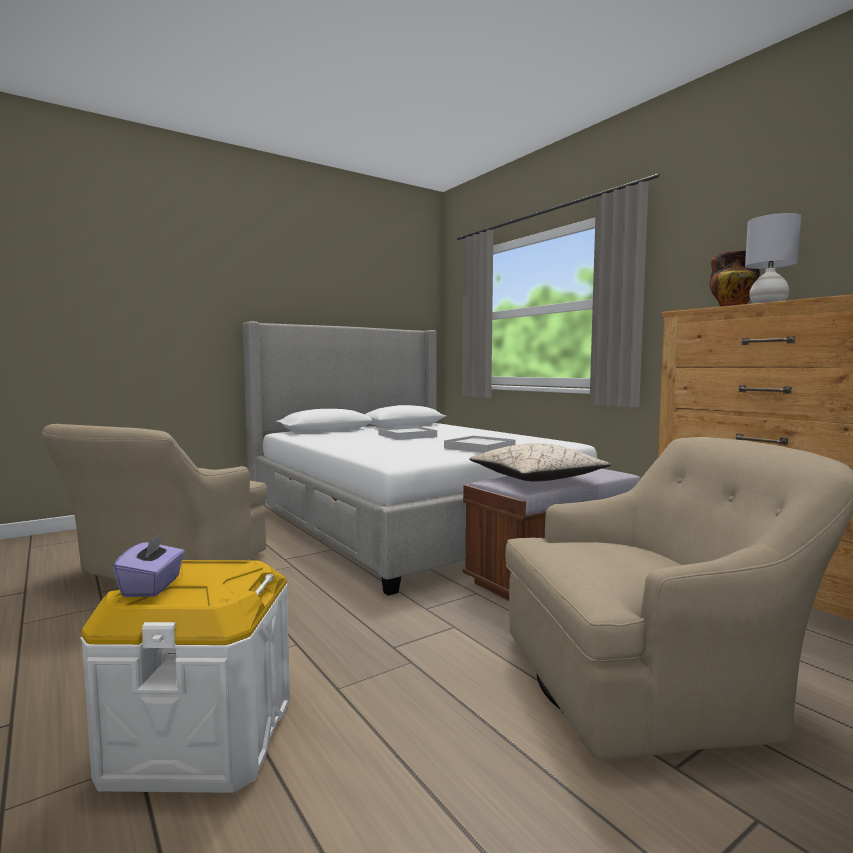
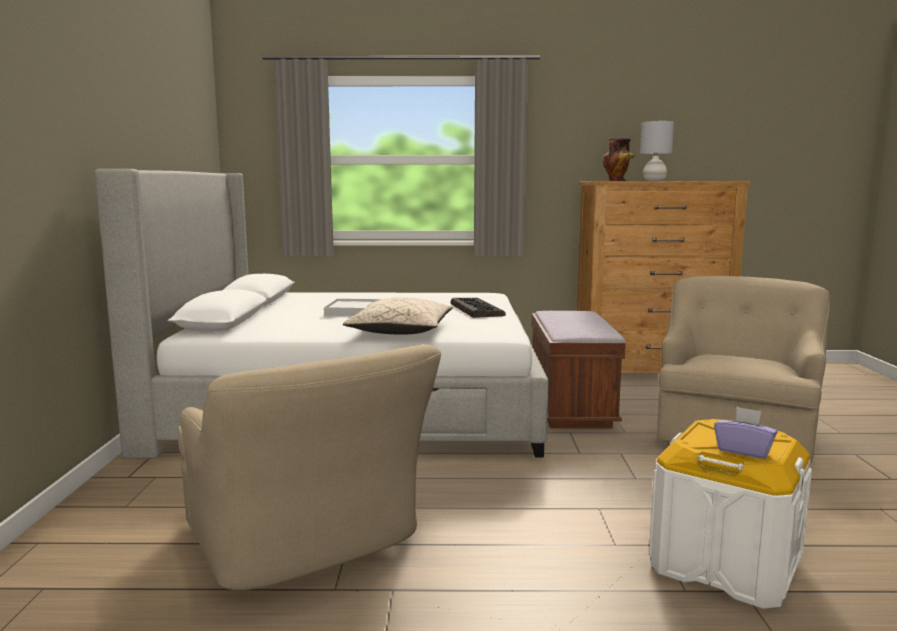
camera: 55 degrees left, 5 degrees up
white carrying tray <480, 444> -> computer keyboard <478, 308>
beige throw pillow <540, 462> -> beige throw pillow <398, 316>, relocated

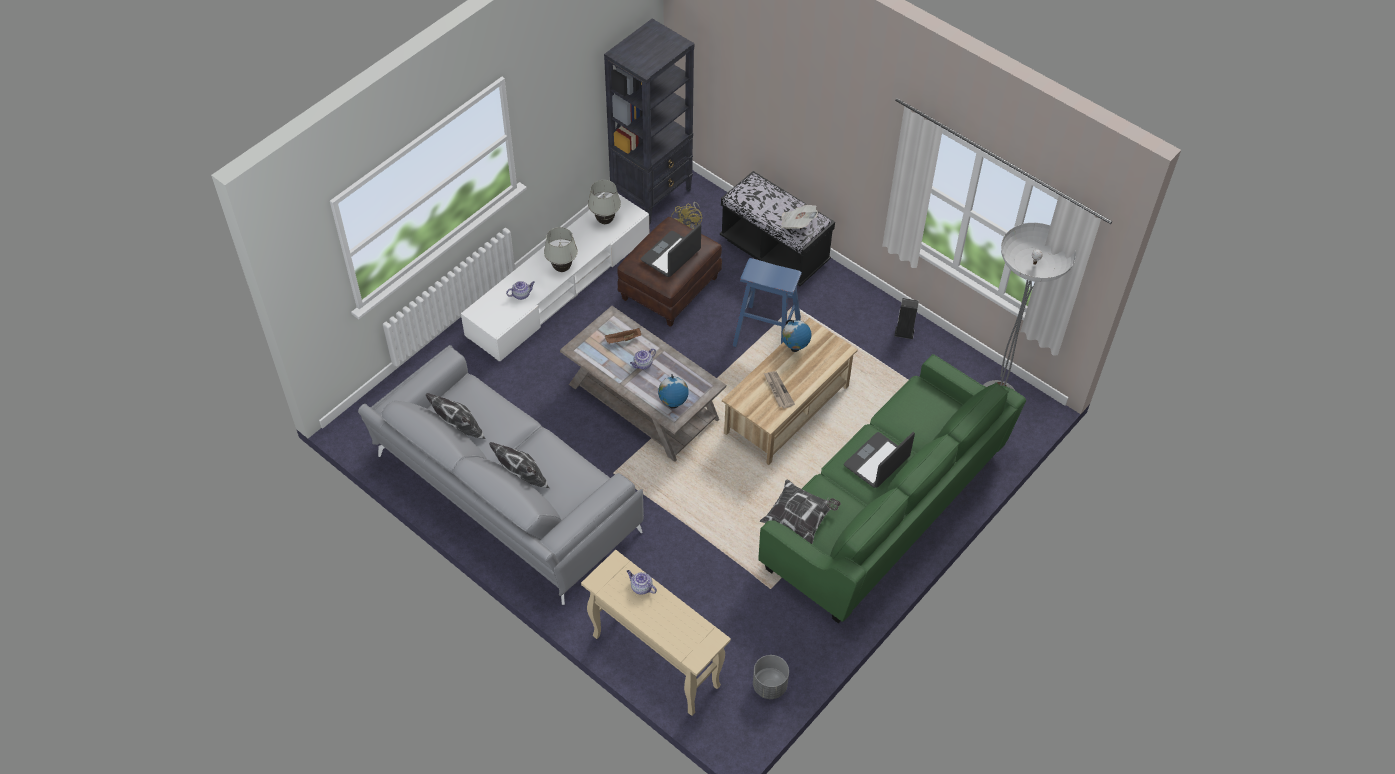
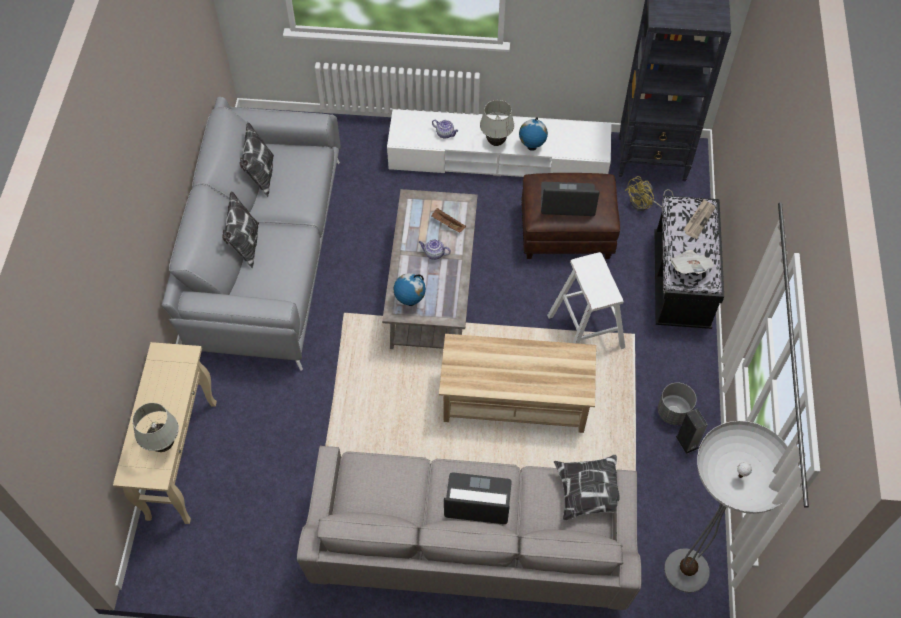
camera: 55 degrees right, 5 degrees up
white lamp for a table <604, 202> -> white lamp for a table <156, 427>, relocated
tea pot <642, 582> -> none
blue sitting stool <767, 302> -> white sitting stool <586, 300>
greyish flower pot <771, 677> -> greyish flower pot <677, 404>, relocated
greenish couch <892, 488> -> greyish couch <469, 527>
throw pillow <800, 511> -> throw pillow <587, 488>, relocated
printed paper <779, 389> -> printed paper <699, 219>, relocated
world globe <797, 336> -> world globe <533, 134>, relocated

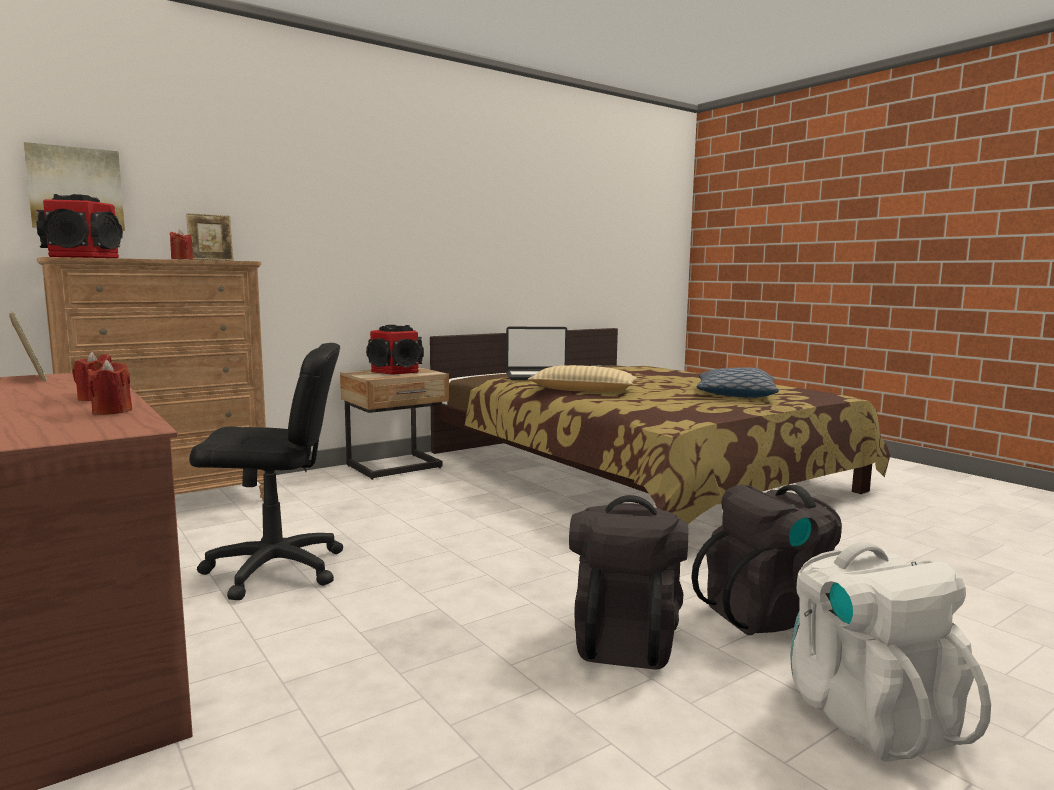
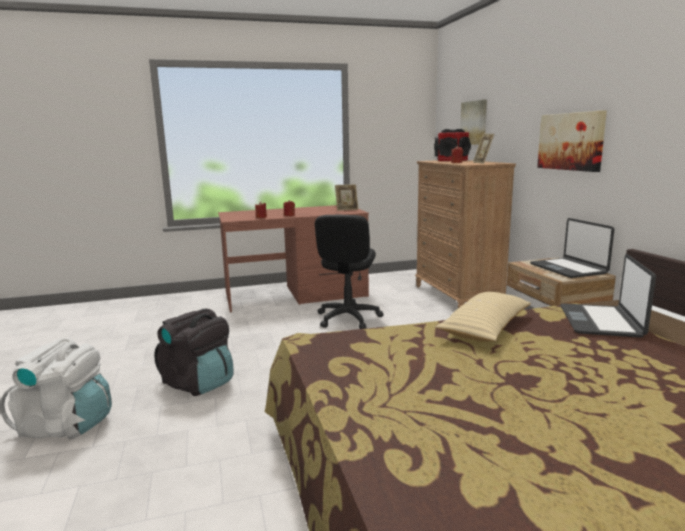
camera: 110 degrees right, 5 degrees up
speaker <395, 350> -> laptop <572, 248>
black rucksack <766, 560> -> none
throw pillow <738, 382> -> none
none -> picture <572, 141>

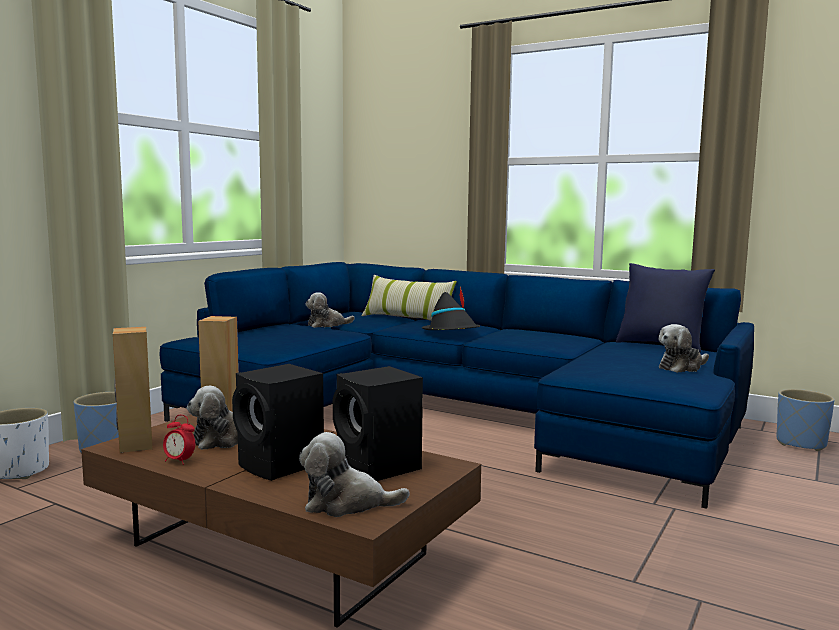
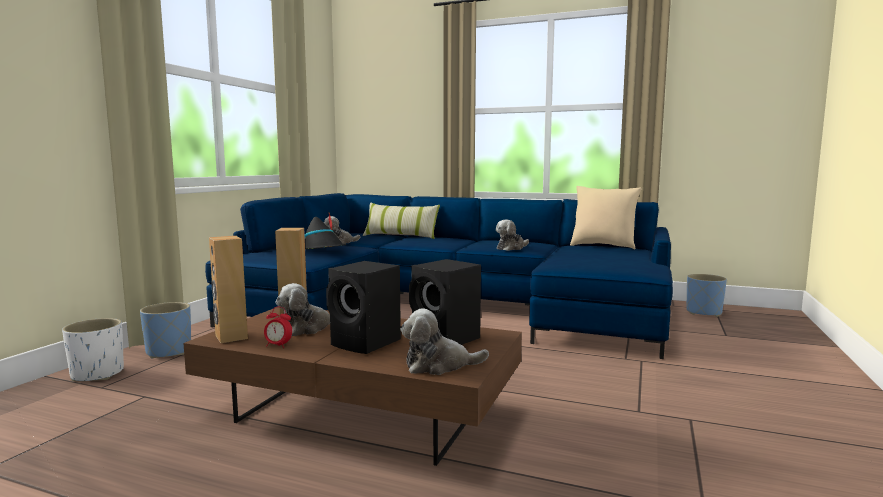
camera: 10 degrees left, 0 degrees up
black hat <451, 308> -> black hat <325, 231>, relocated
blue throw pillow <665, 308> -> beige throw pillow <606, 217>
cuddly toy <683, 348> -> cuddly toy <512, 235>, relocated

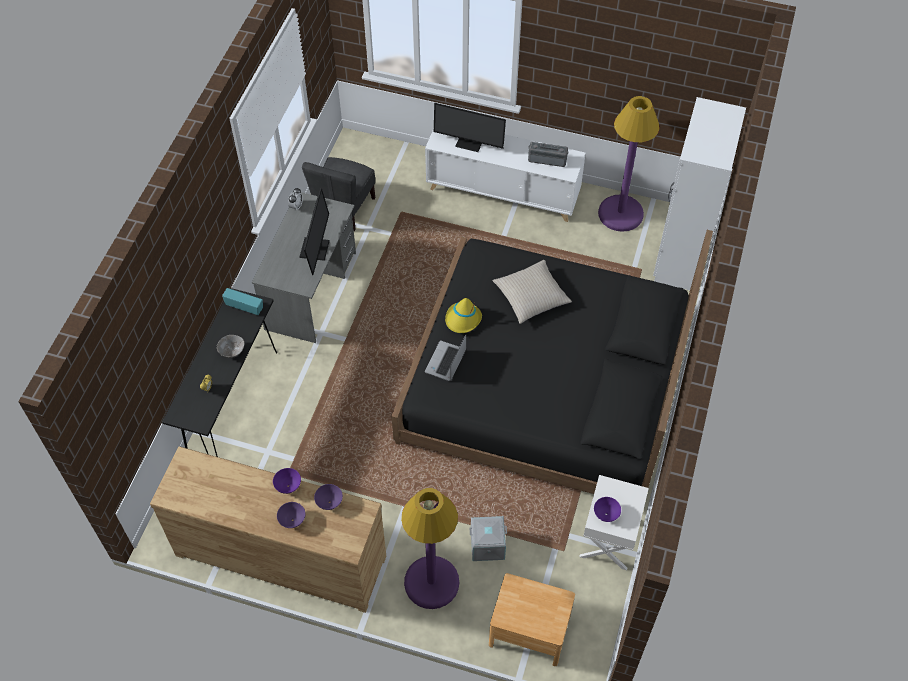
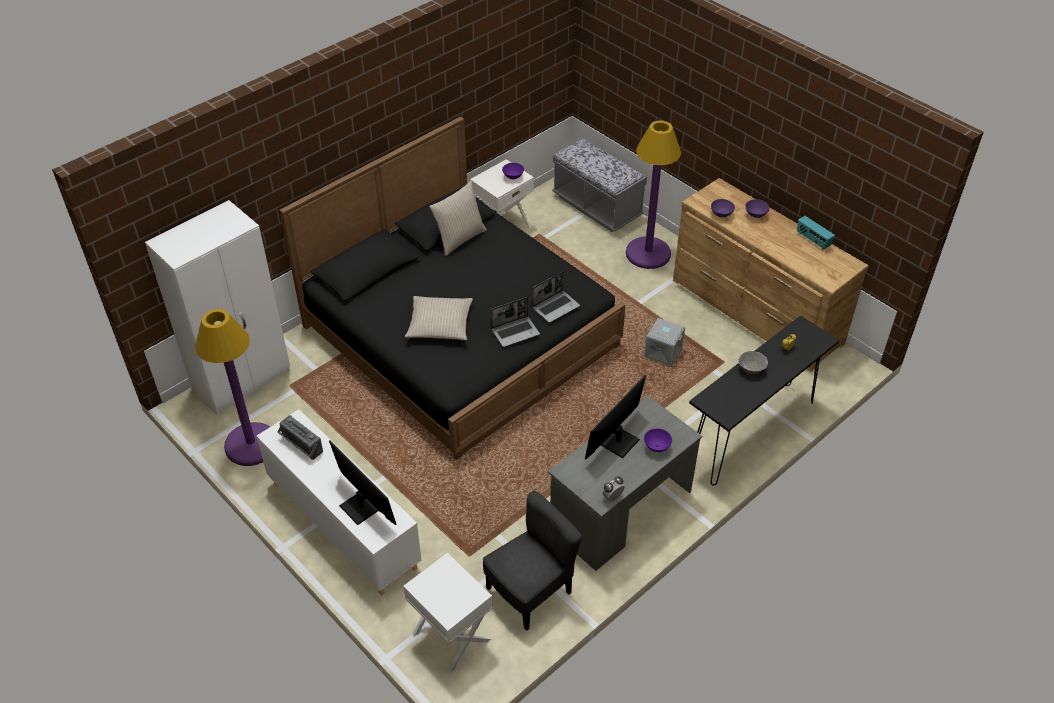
camera: 150 degrees left, 10 degrees down
radio <242, 301> -> radio <816, 233>, relocated
purple deep dish <287, 481> -> purple deep dish <658, 440>, relocated
yellow hat <463, 315> -> laptop <515, 322>
greyish storage bin <488, 538> -> greyish storage bin <664, 342>, relocated
brown-coloured night table <532, 619> -> greyish indoor bench <599, 185>
none -> white night table <448, 613>
none -> beige throw pillow <458, 218>

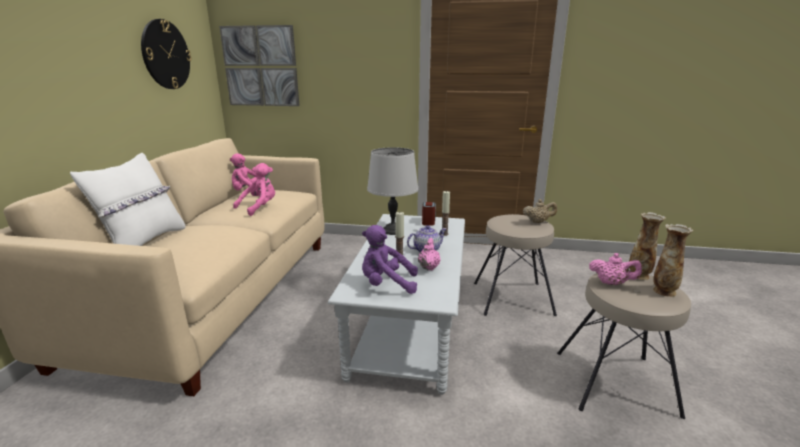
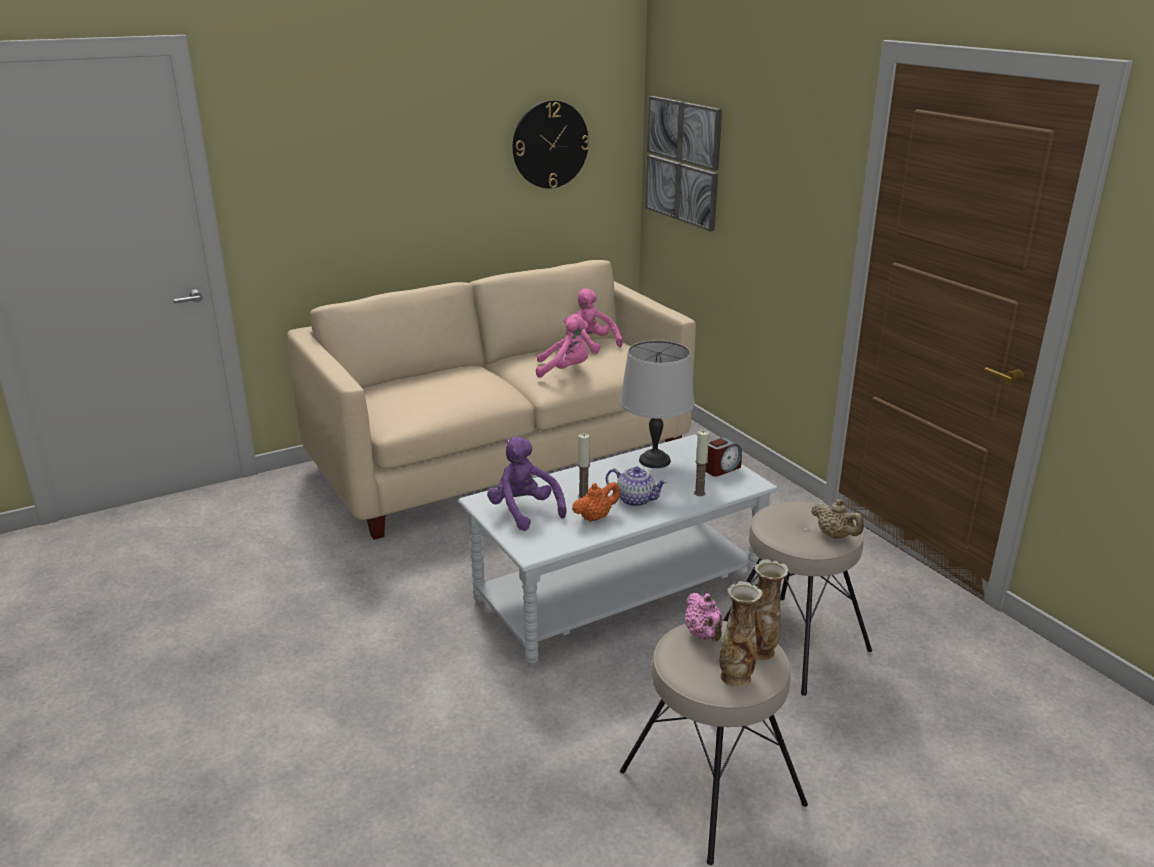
camera: 50 degrees right, 5 degrees up
white throw pillow <128, 199> -> none
pink tea pot <429, 254> -> orange tea pot <596, 502>

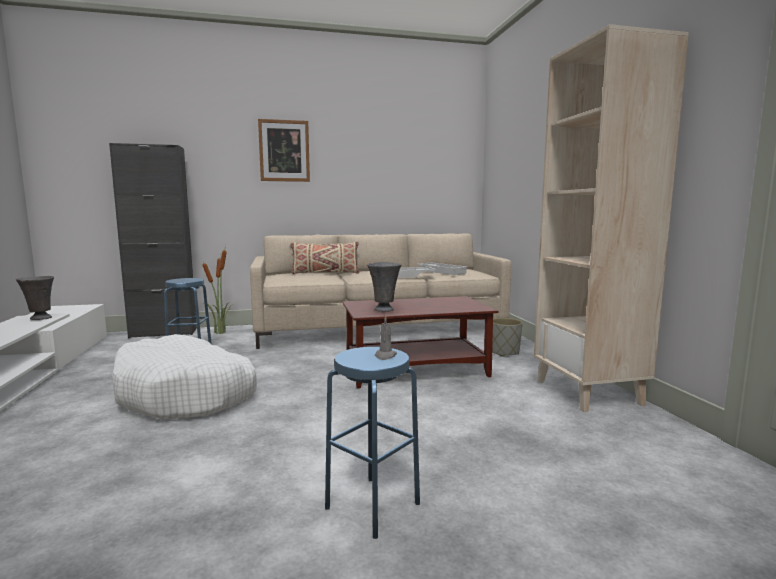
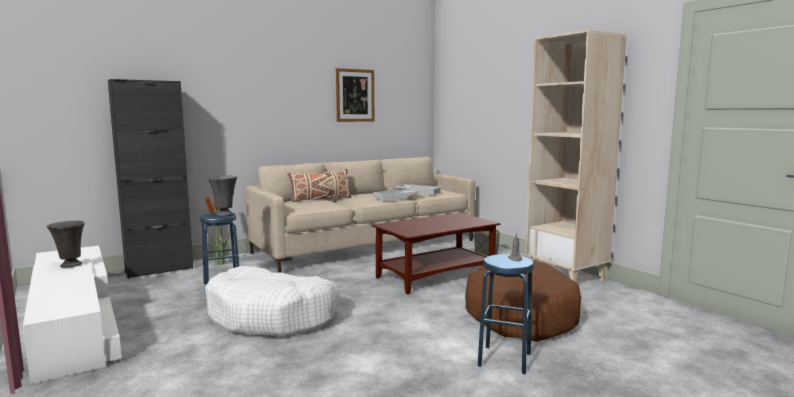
camera: 20 degrees left, 0 degrees up
picture <284, 150> -> picture <355, 95>, relocated
greyish vase <384, 287> -> greyish vase <222, 195>, relocated
none -> brown-coloured dog bed <523, 300>

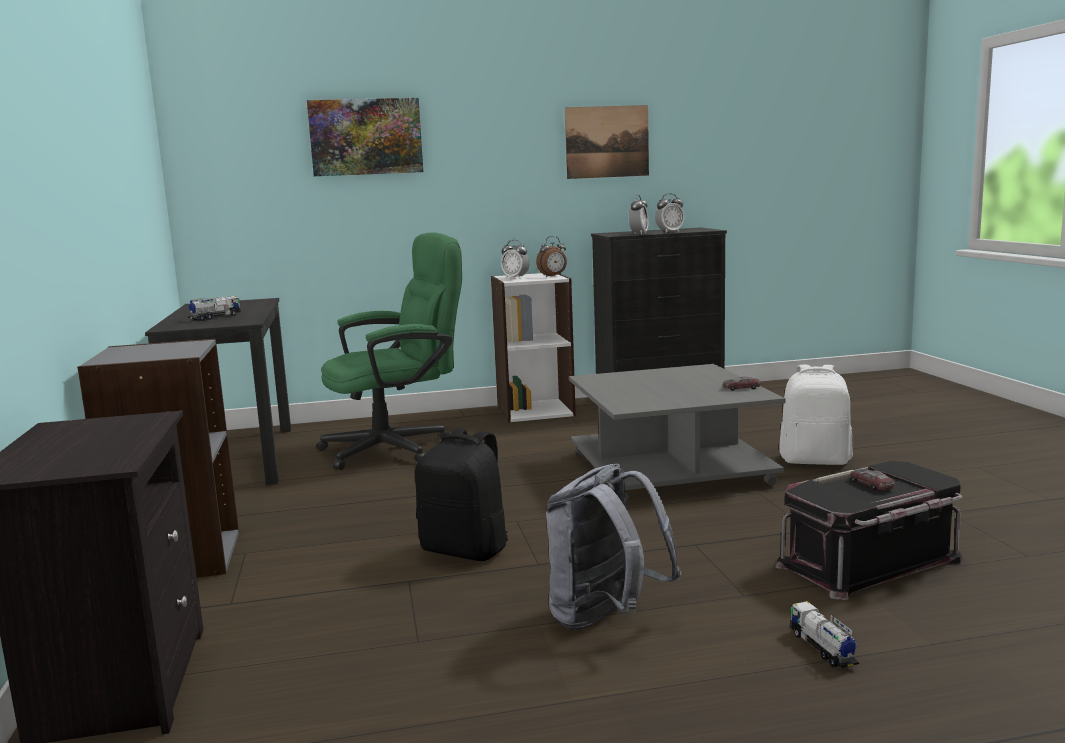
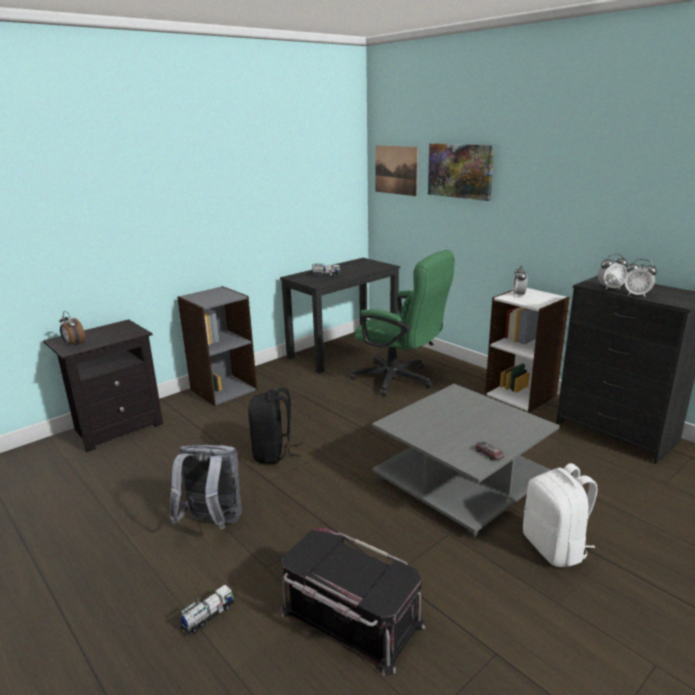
camera: 60 degrees right, 10 degrees up
table clock <551, 256> -> table clock <72, 328>, relocated
picture <607, 142> -> picture <396, 170>, relocated
miniature car <872, 480> -> none

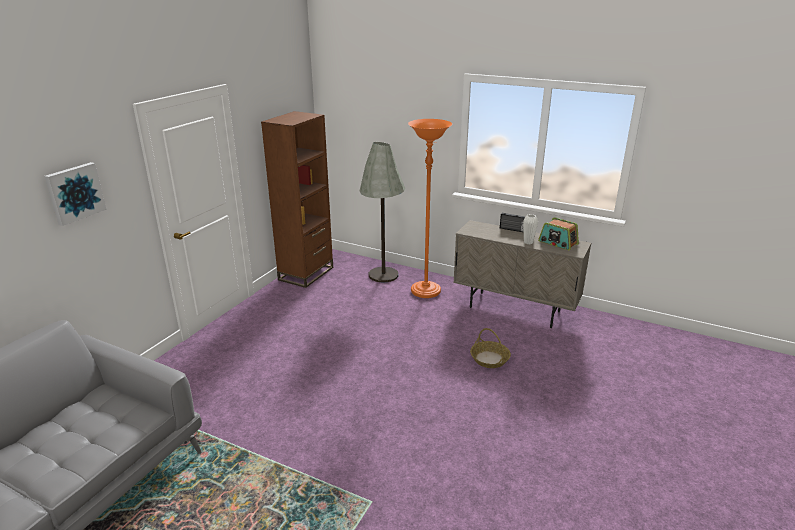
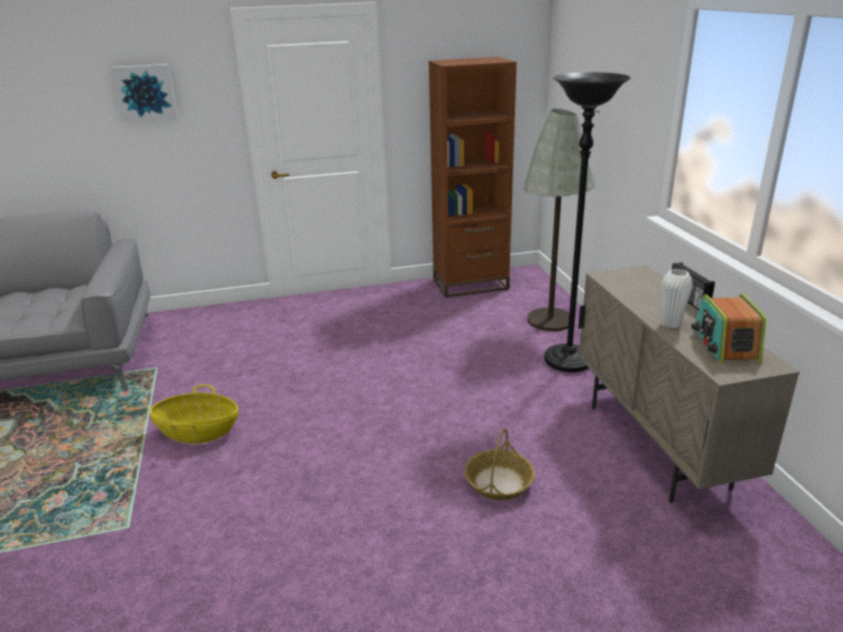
camera: 50 degrees right, 0 degrees up
orange standing lamp <430, 208> -> black standing lamp <587, 222>
none -> storage basket <194, 414>

